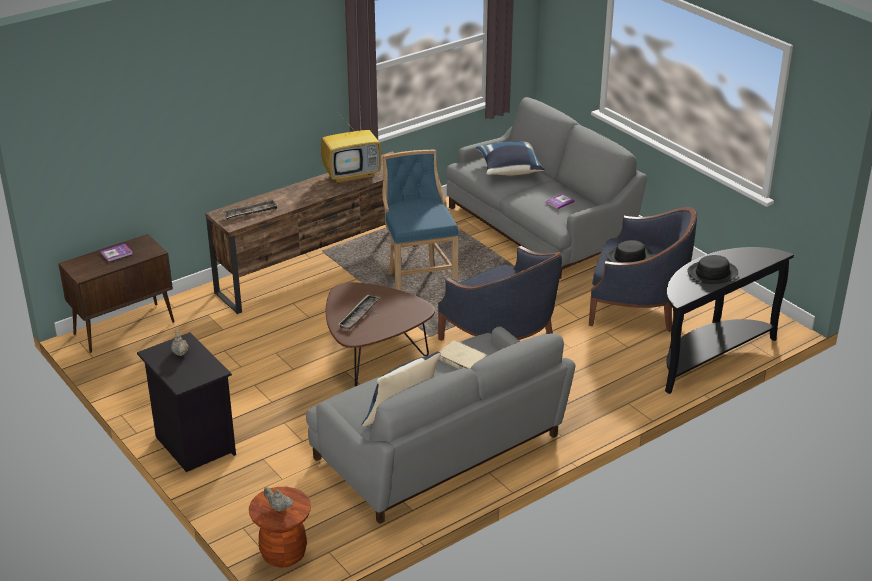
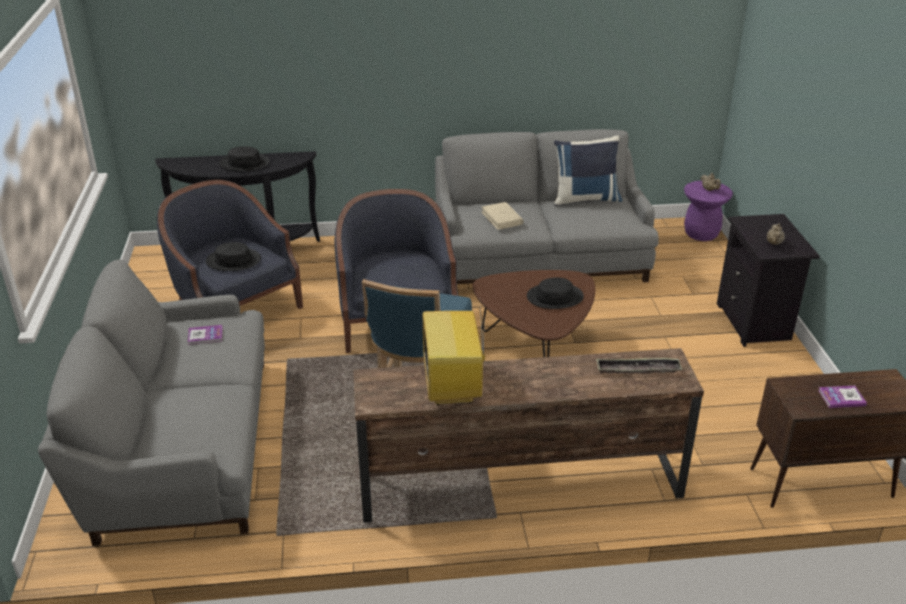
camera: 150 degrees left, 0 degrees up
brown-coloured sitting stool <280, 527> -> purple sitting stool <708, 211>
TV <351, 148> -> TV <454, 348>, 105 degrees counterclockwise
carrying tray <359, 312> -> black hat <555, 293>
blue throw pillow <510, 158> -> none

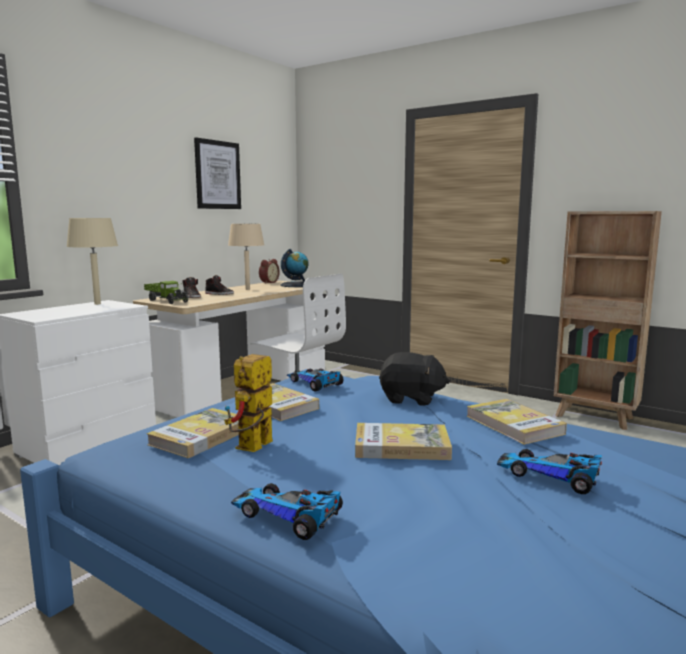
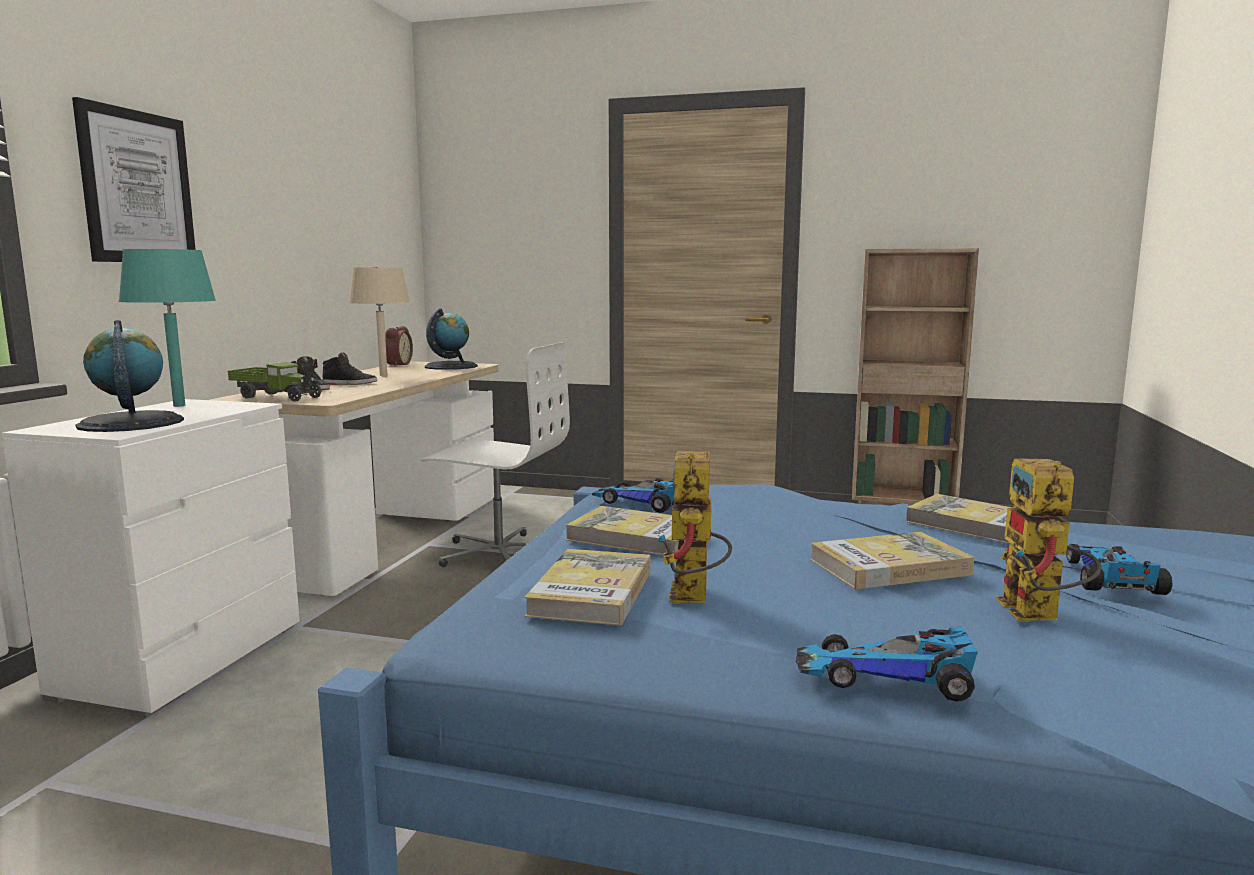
camera: 20 degrees left, 0 degrees up
beige lamp for a table <92, 261> -> blue-green lamp for a table <167, 328>
picture <217, 173> -> picture <134, 179>, relocated
black cuddly toy <414, 379> -> none
miniature car <549, 471> -> miniature car <1119, 569>, 90 degrees clockwise
none -> world globe <129, 376>
none -> model robot <1048, 540>

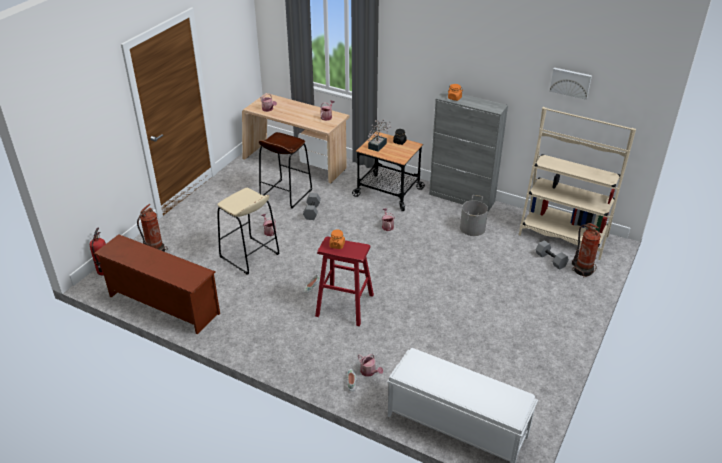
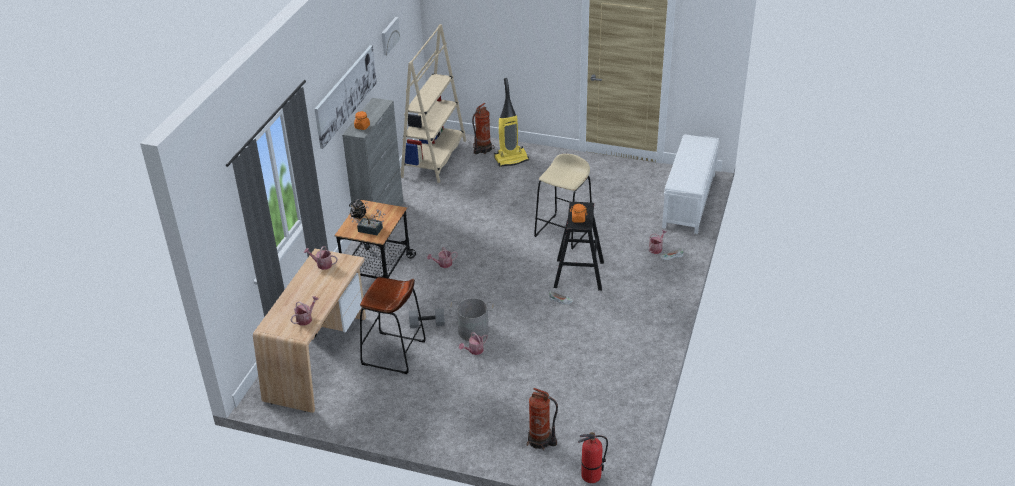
camera: 100 degrees left, 0 degrees up
brown-coloured shoe rack <157, 284> -> none
beige sitting stool <248, 231> -> beige sitting stool <563, 201>, relocated
reddish sitting stool <344, 281> -> black sitting stool <579, 246>
greyish water bucket <474, 215> -> greyish water bucket <472, 319>, relocated
greyish free weight <552, 255> -> none
none -> picture <346, 97>
none -> vacuum <511, 122>

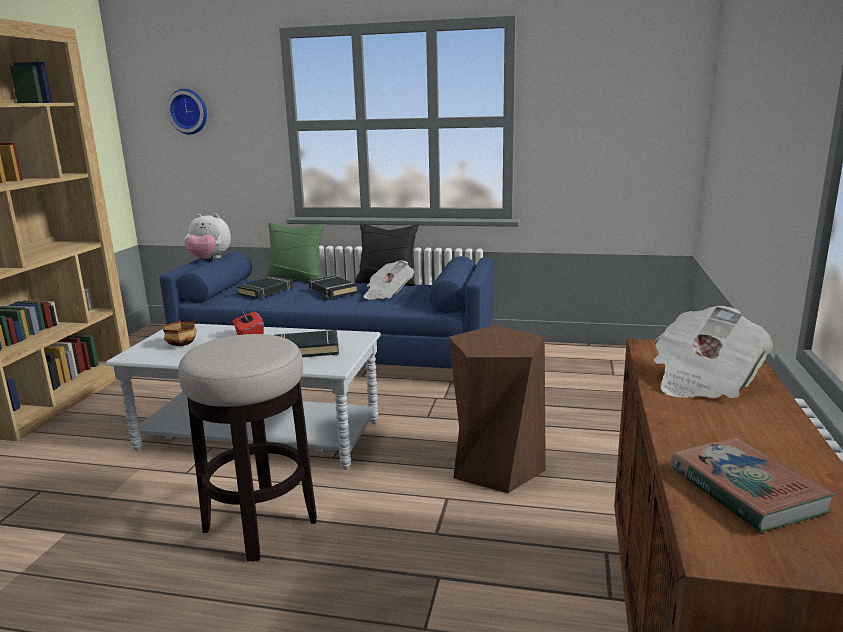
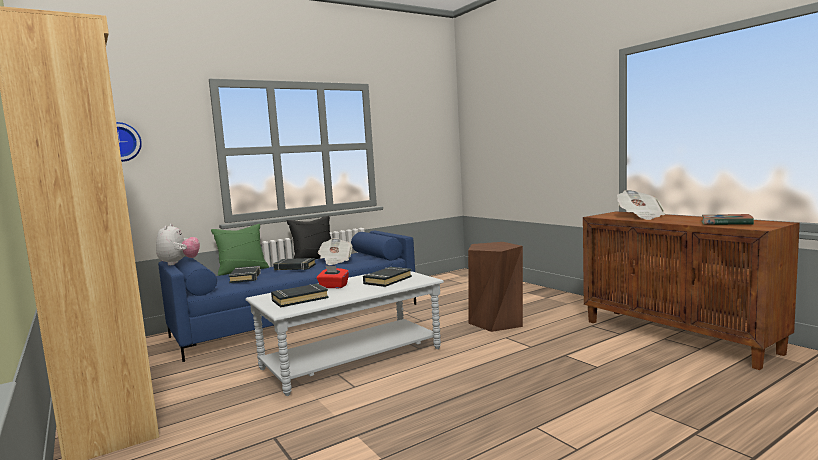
camera: 45 degrees left, 10 degrees down
deep dish <180, 333> -> black volume <300, 295>
sitting stool <247, 448> -> none
cuddly toy <207, 236> -> cuddly toy <178, 244>, 60 degrees counterclockwise

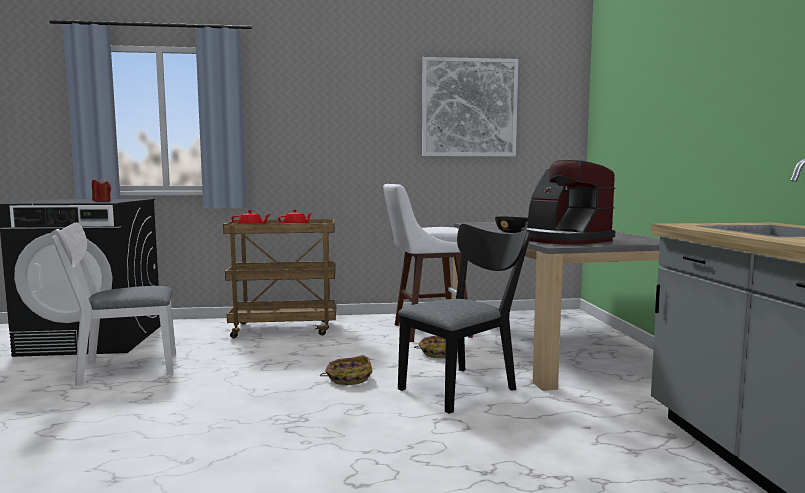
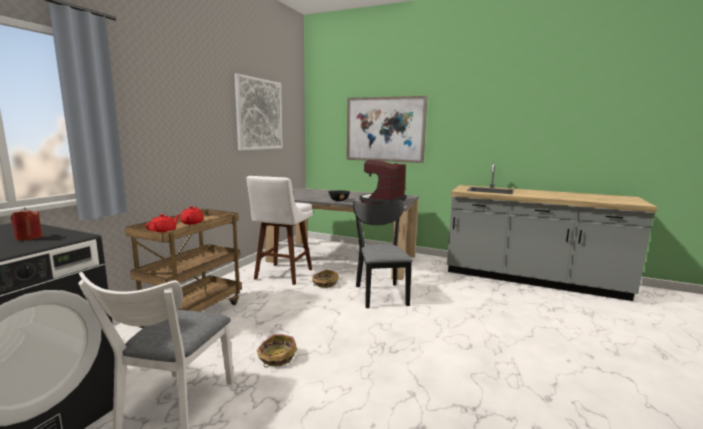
camera: 60 degrees left, 5 degrees up
storage basket <346, 370> -> storage basket <277, 350>, relocated
coffee brewer <568, 202> -> coffee brewer <383, 182>, 120 degrees clockwise
none -> picture <387, 129>

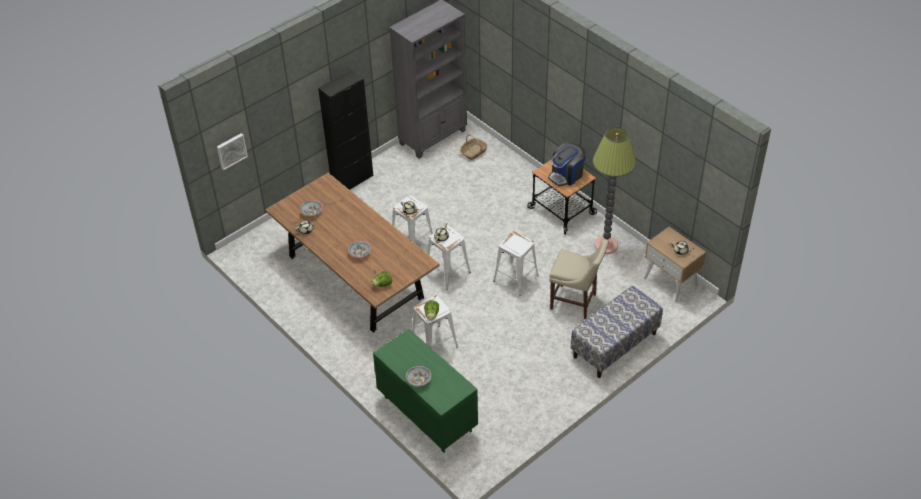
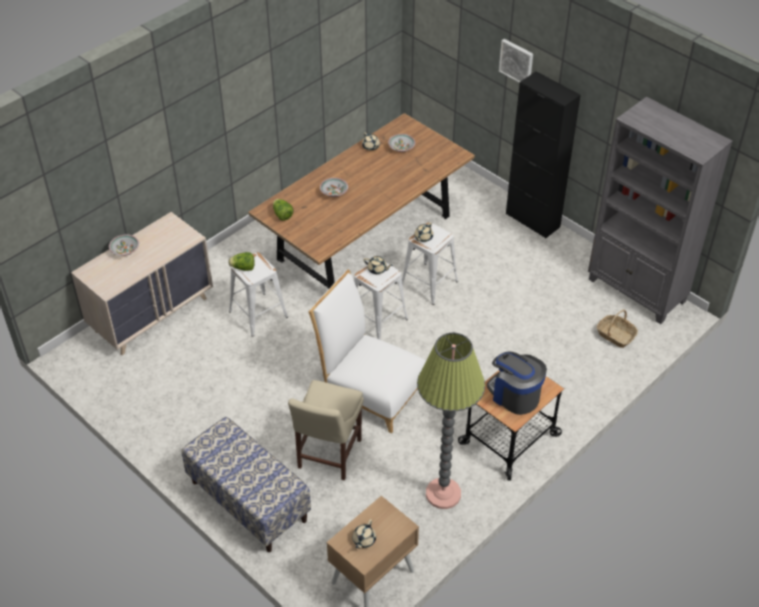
camera: 85 degrees right, 0 degrees up
picture <232, 151> -> picture <516, 61>, relocated
greenish dresser <425, 391> -> beige dresser <142, 283>
white sitting stool <516, 264> -> white plain chair <367, 351>

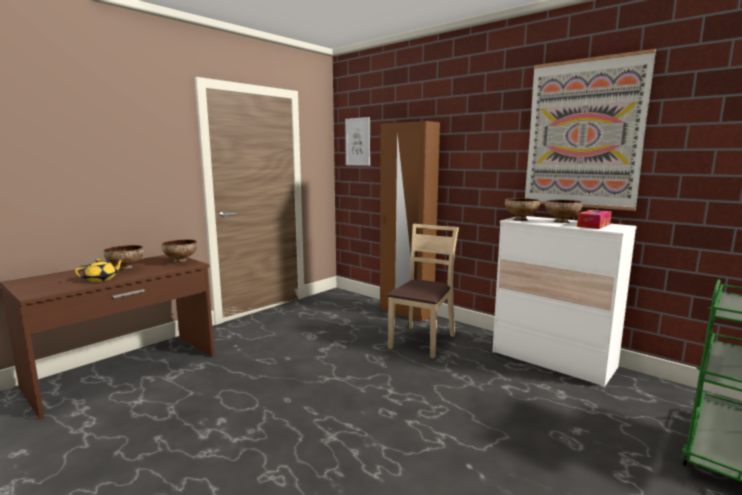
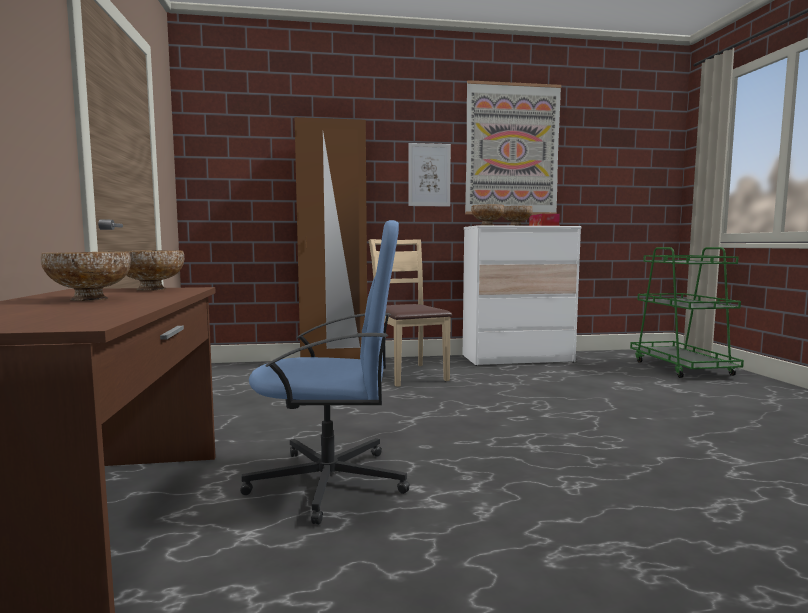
camera: 50 degrees left, 5 degrees down
yellow tea pot <99, 270> -> none
picture <357, 141> -> picture <429, 175>, relocated
none -> blue office chair <325, 372>

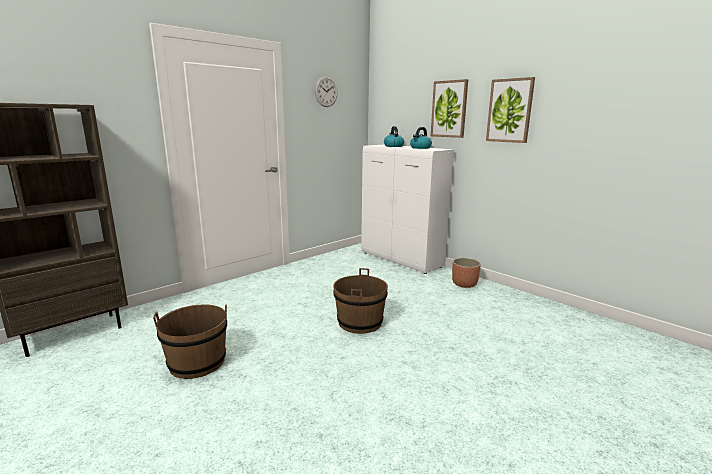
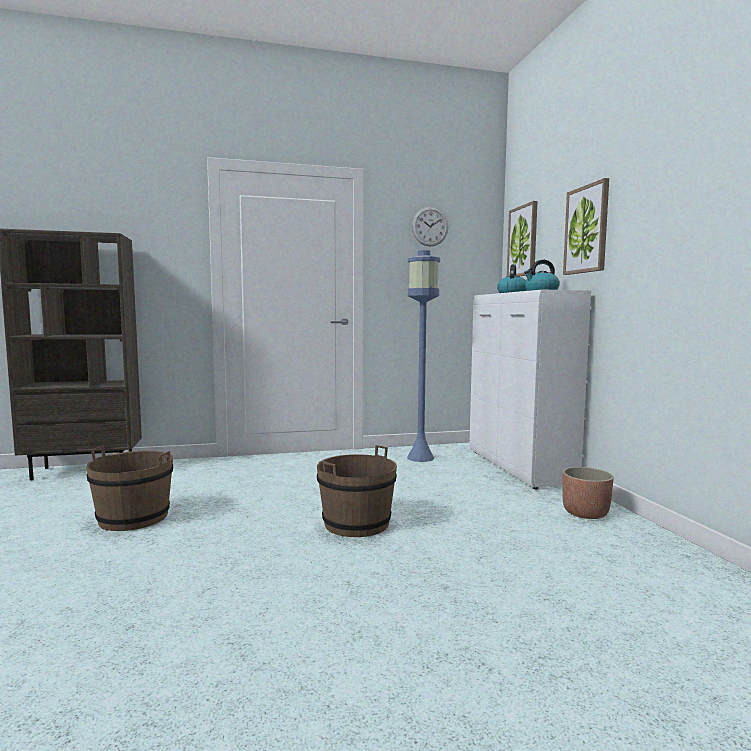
camera: 30 degrees right, 10 degrees down
picture <510, 110> -> picture <522, 238>, relocated
none -> blue standing lamp <423, 356>

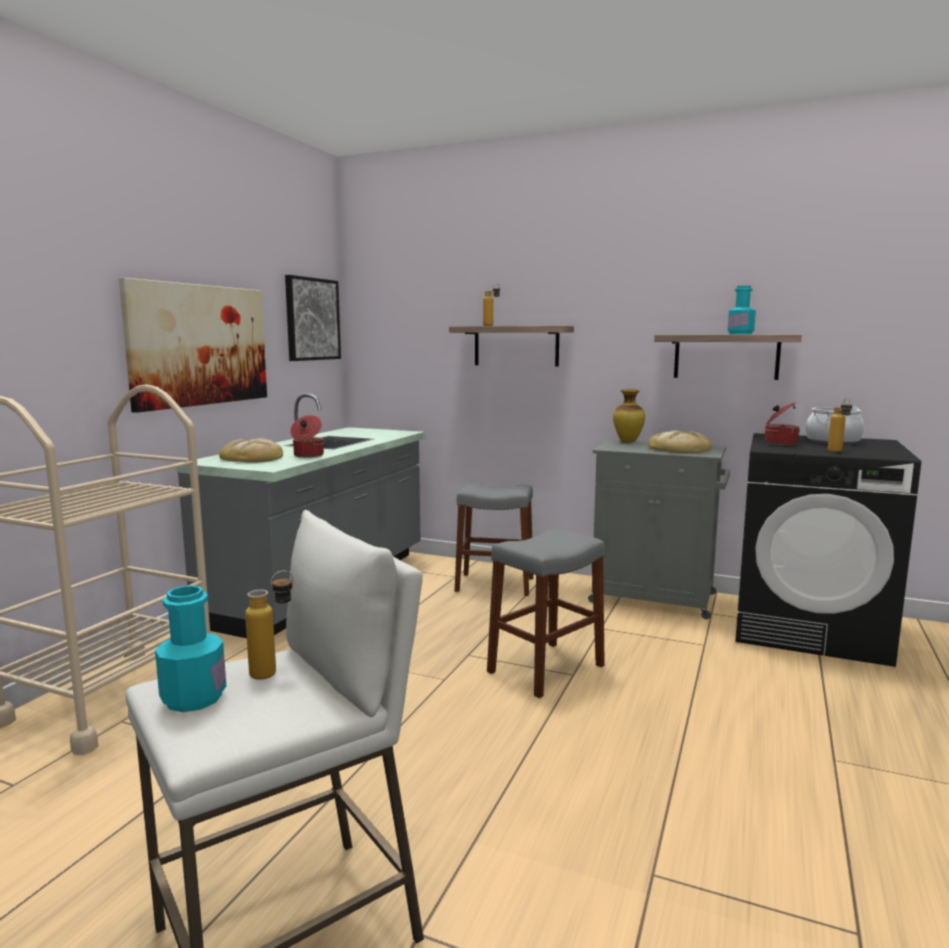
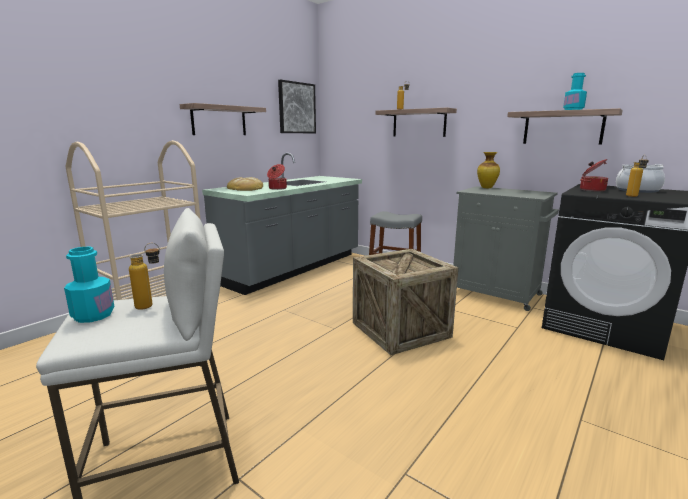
camera: 15 degrees right, 5 degrees up
picture <193, 345> -> shelf <222, 119>
greyish sitting stool <546, 613> -> packing crate <405, 302>
bread <680, 442> -> none

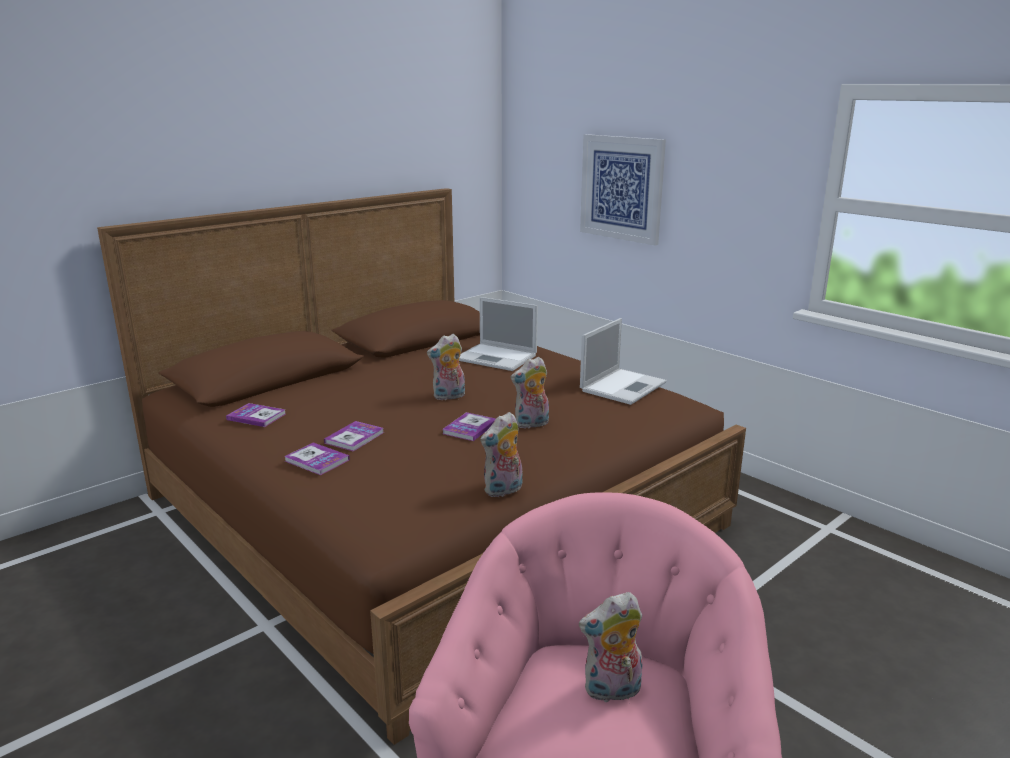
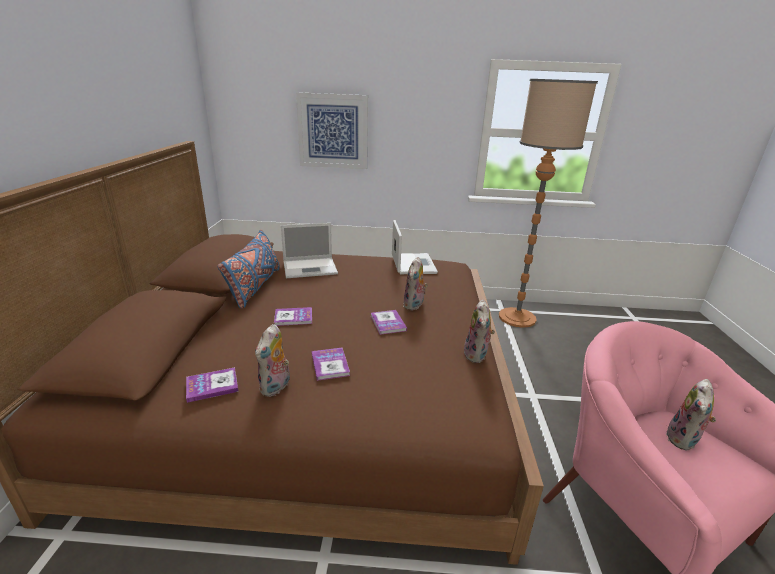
camera: 45 degrees left, 5 degrees up
volume <317, 458> -> volume <293, 316>, relocated
cuddly toy <446, 367> -> cuddly toy <272, 360>, relocated
none -> blue throw pillow <248, 269>
none -> standing lamp <548, 203>

